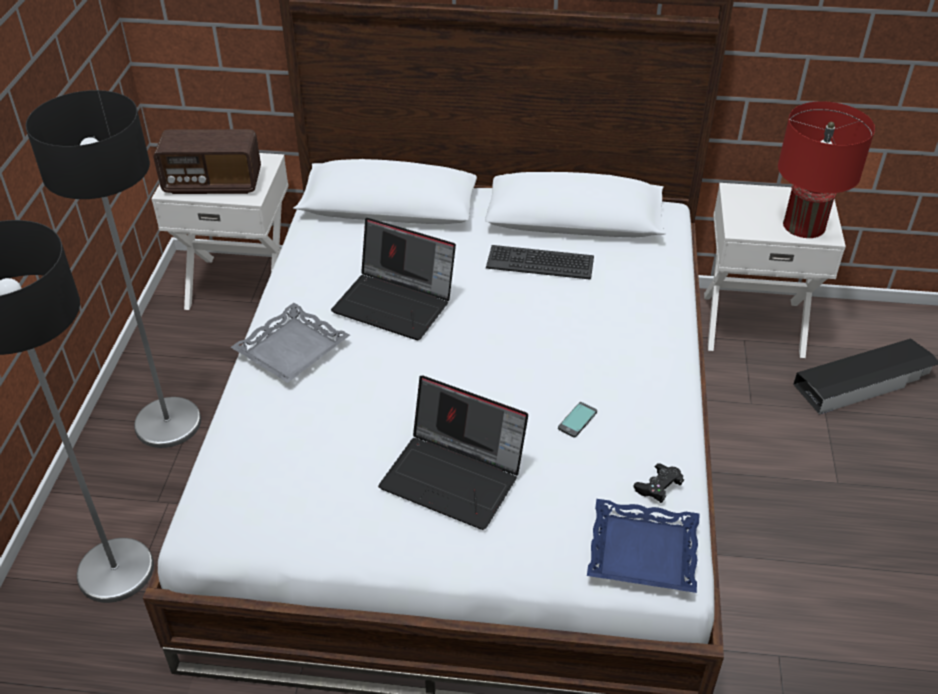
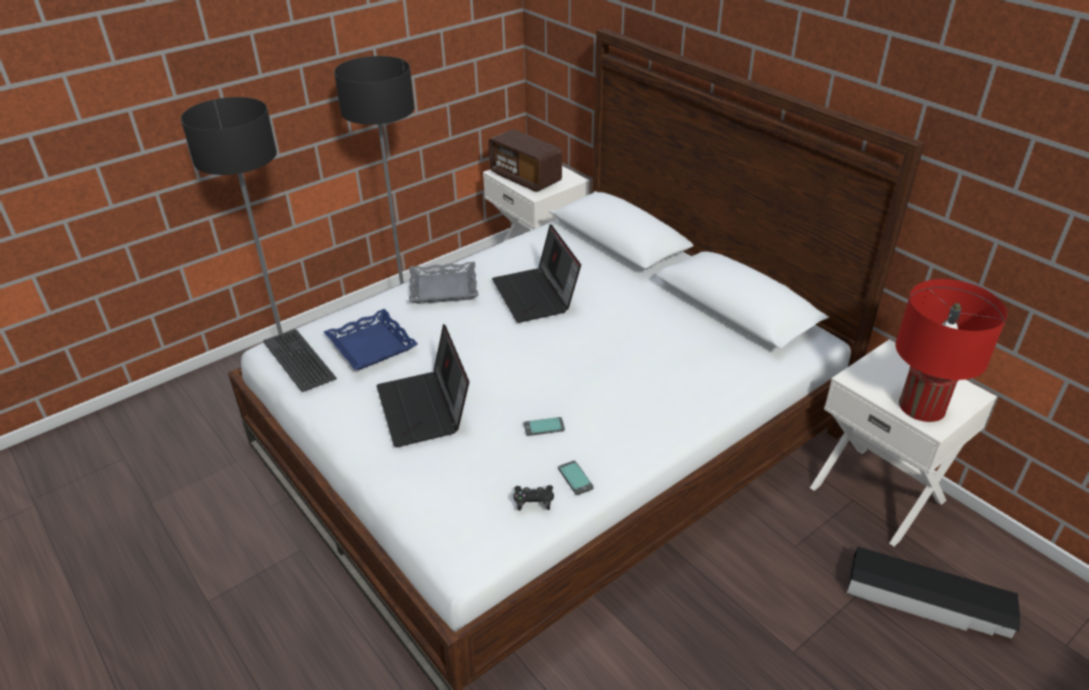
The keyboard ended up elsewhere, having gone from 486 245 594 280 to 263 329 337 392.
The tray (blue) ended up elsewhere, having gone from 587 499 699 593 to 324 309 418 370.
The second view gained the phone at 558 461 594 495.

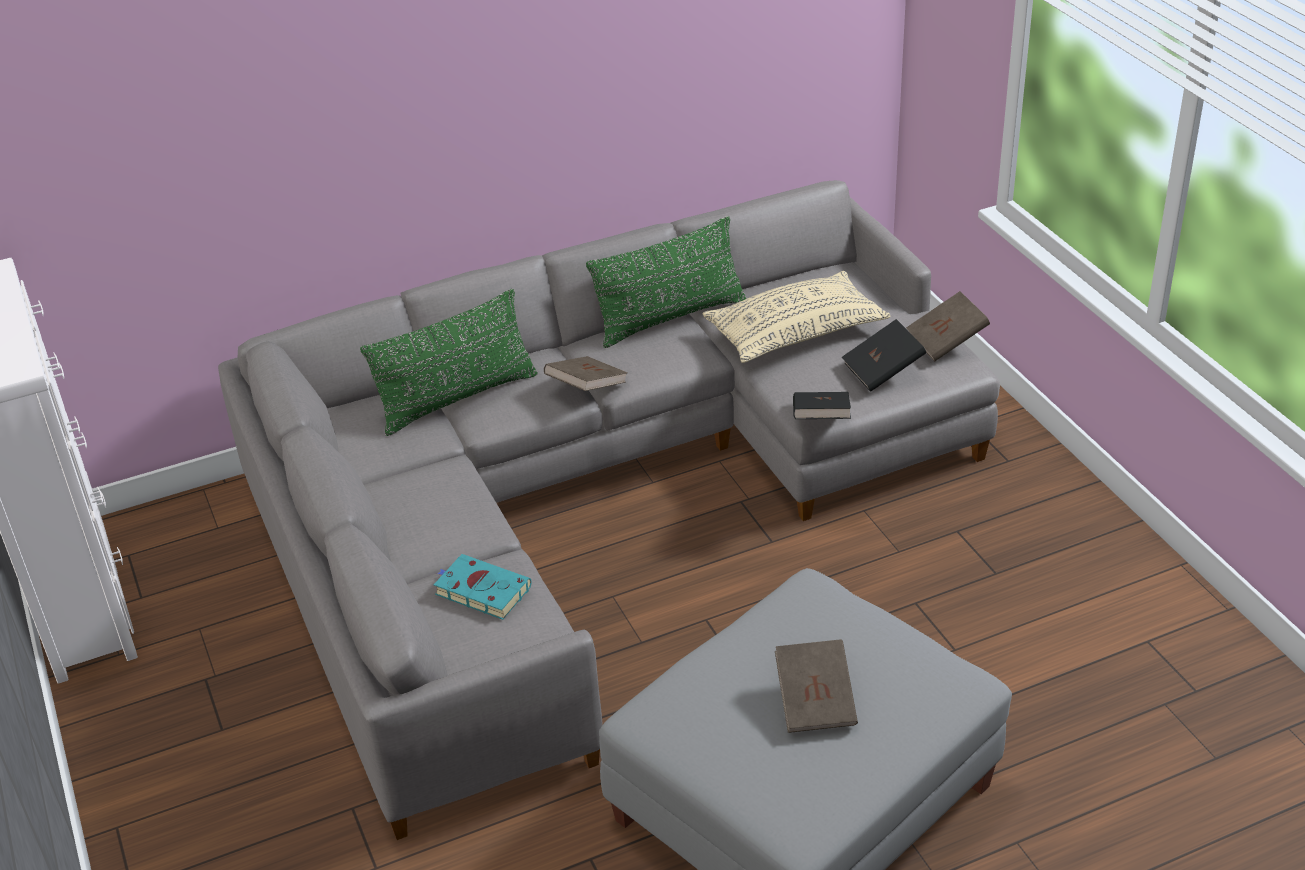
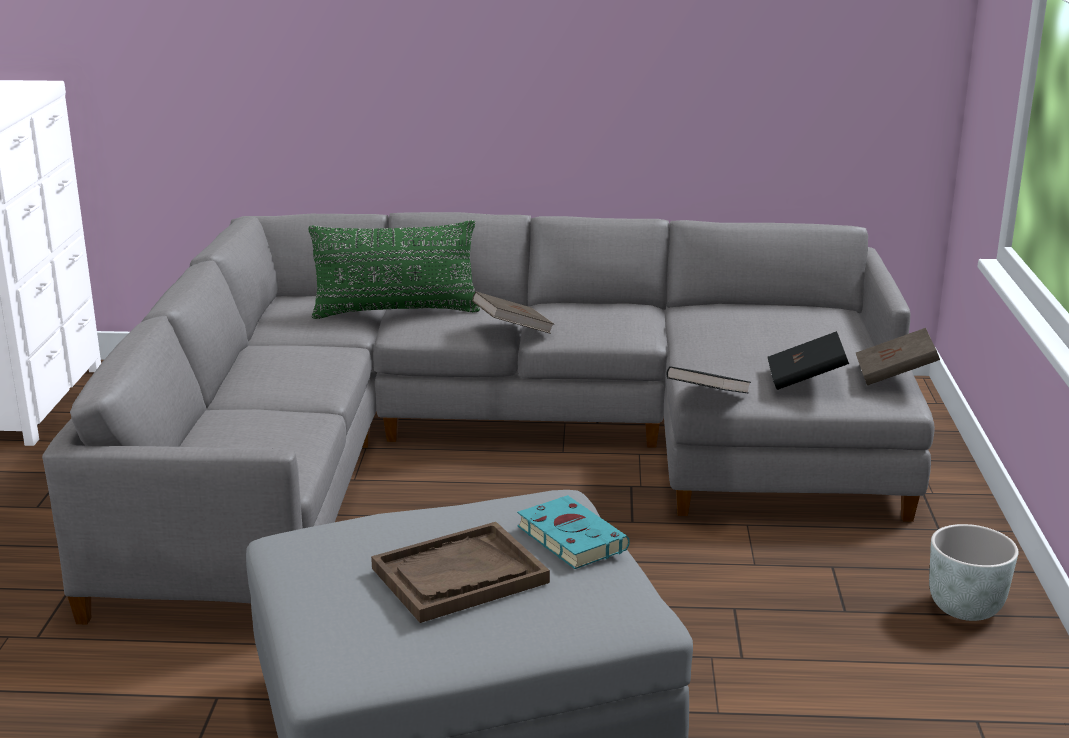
The book (turquoise) ended up elsewhere, having gone from 434 554 532 620 to 517 495 630 569.
The second view lost the pillow (green) at 586 216 746 348.
The second view lost the pillow (beige) at 703 271 890 363.
Where the book (brown) stood at 775 639 858 733, the tray (brown) came to stand at 371 522 550 623.
The second view gained the planter (grey) at 929 524 1018 621.

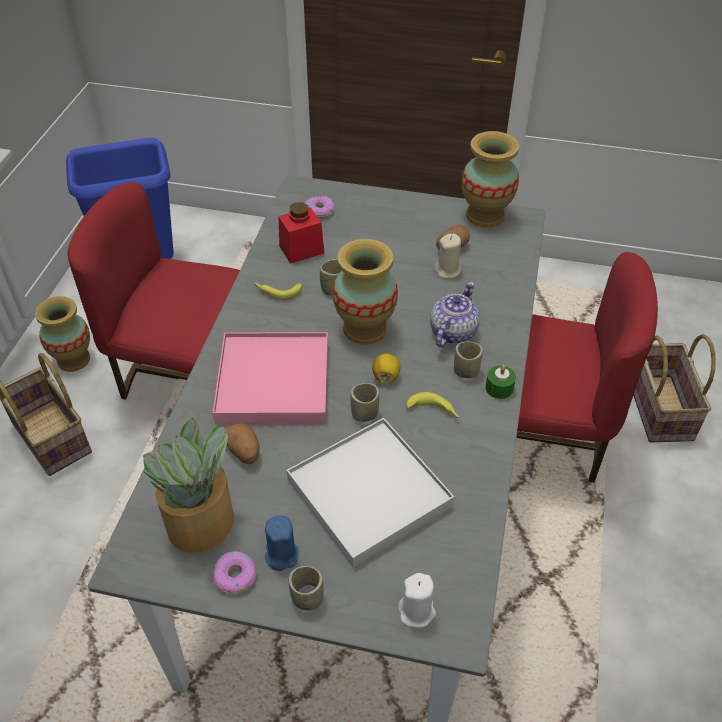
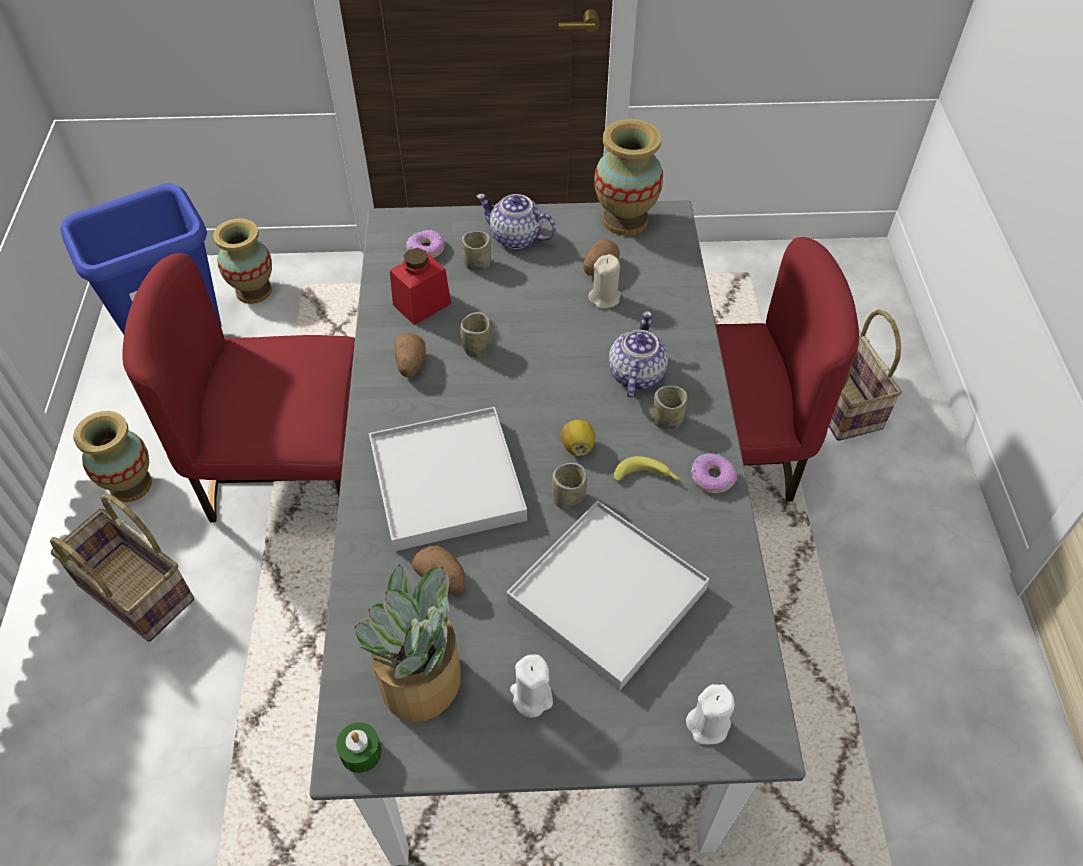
What was the tray (pink) at 213 332 328 424 turned into the tray (white) at 369 407 527 551.
The donut ended up elsewhere, having gone from 213 551 256 594 to 691 453 737 493.
Where the banana stood at 253 283 302 300, the potato came to stand at 395 333 426 377.
What was the candle (blue) at 265 515 298 571 turned into the candle (white) at 510 654 553 718.
The cup ended up elsewhere, having gone from 289 566 323 610 to 462 231 491 271.
The vase ended up elsewhere, having gone from 333 239 398 345 to 213 218 272 304.
The candle (green) ended up elsewhere, having gone from 486 365 516 399 to 336 722 382 773.
The second view gained the teapot at 476 194 556 249.

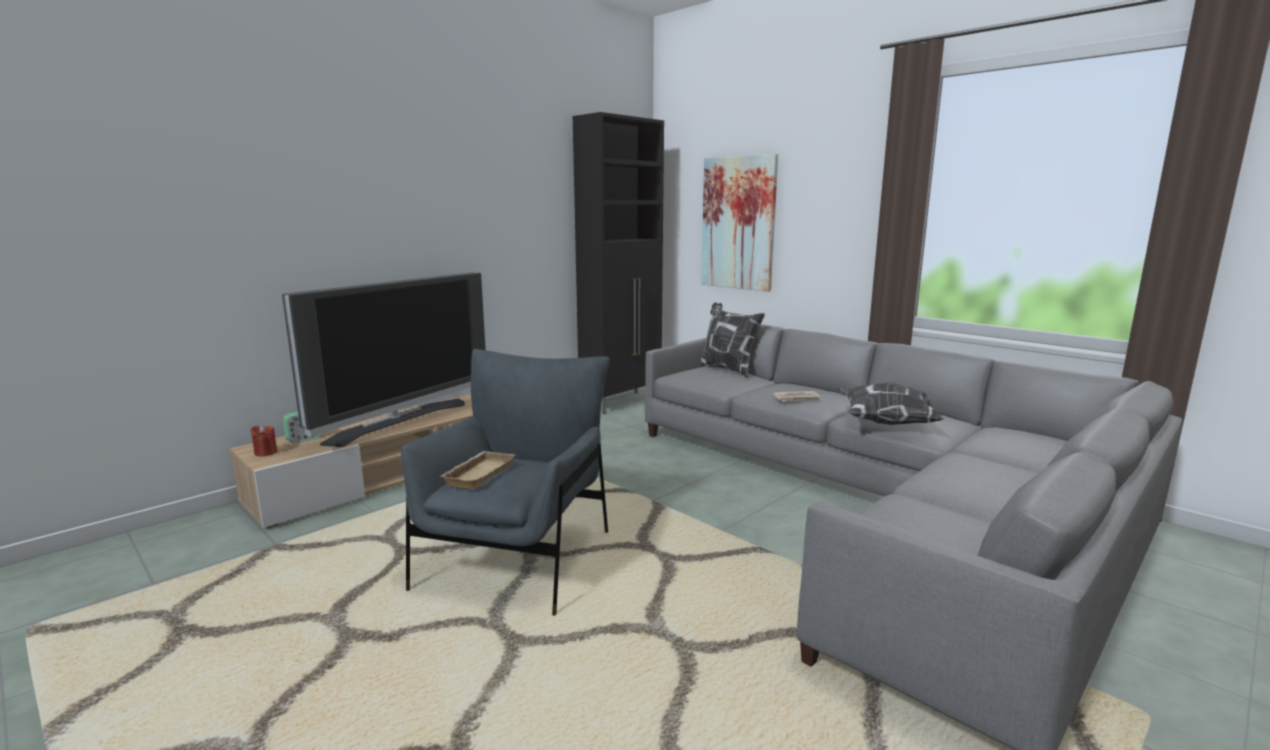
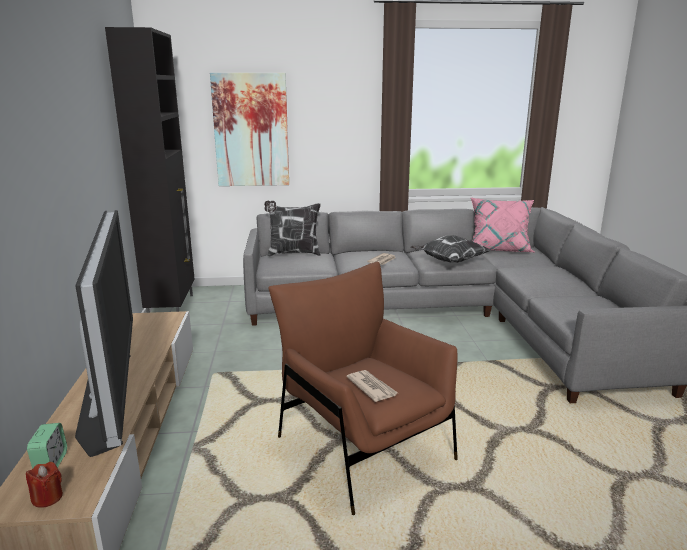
What was the armchair (grey) at 401 349 610 616 turned into the armchair (brown) at 268 261 458 515.
Where the tray (beige) stood at 441 451 515 489, the newspaper came to stand at 346 370 398 402.
The second view gained the pillow (pink) at 471 197 534 252.

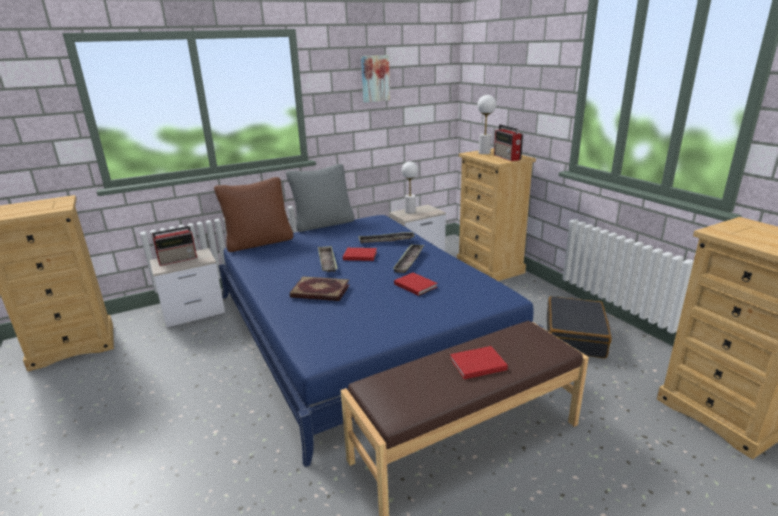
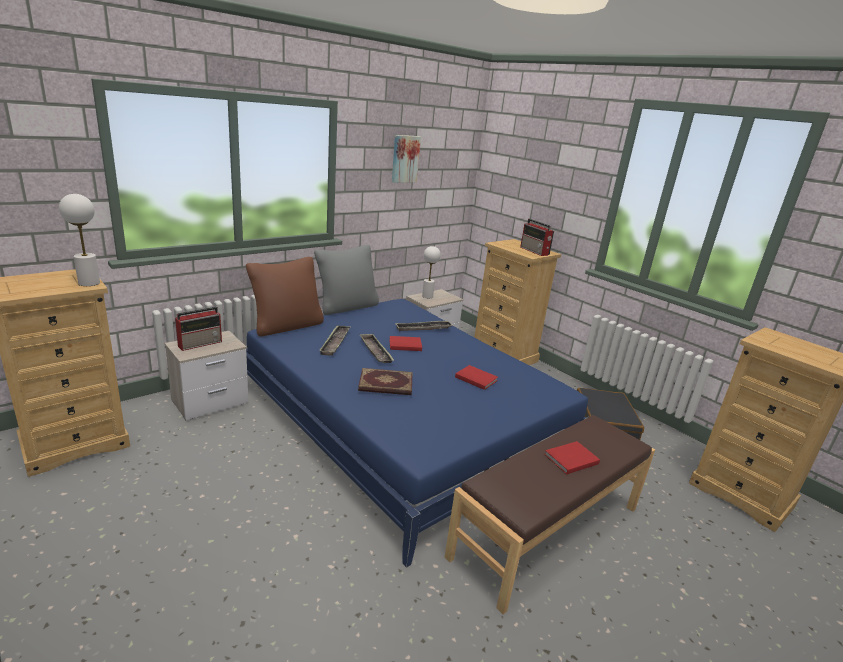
The tray ended up elsewhere, having gone from 392 244 424 273 to 319 326 350 356.
The table lamp (white) ended up elsewhere, having gone from 477 95 496 154 to 59 194 100 286.

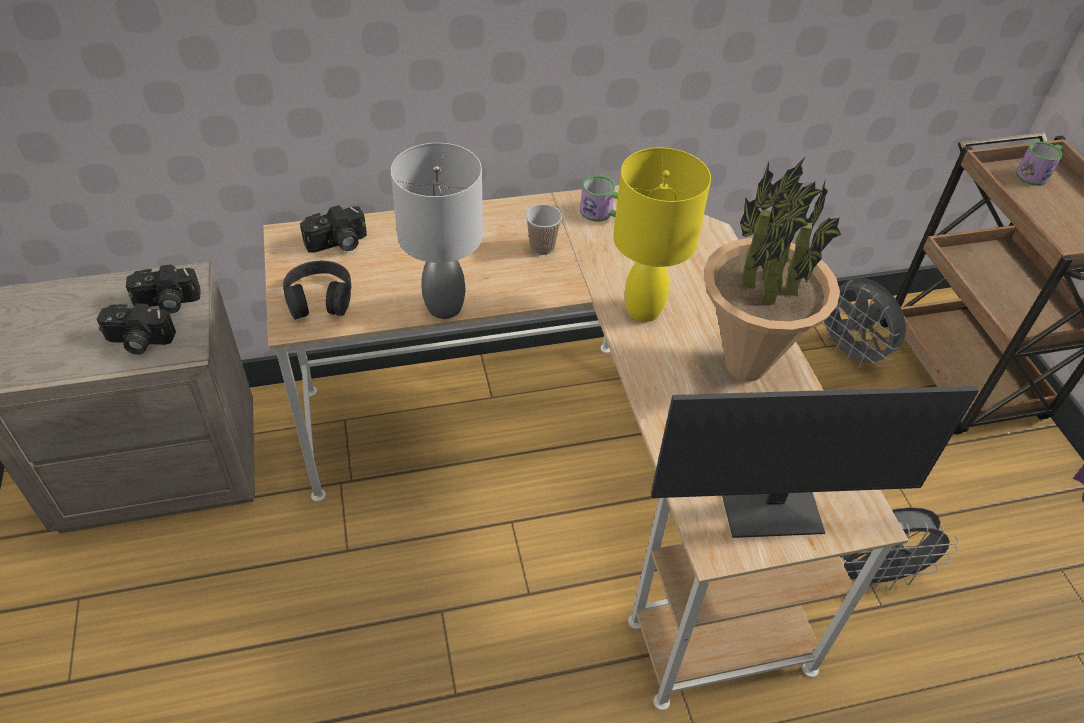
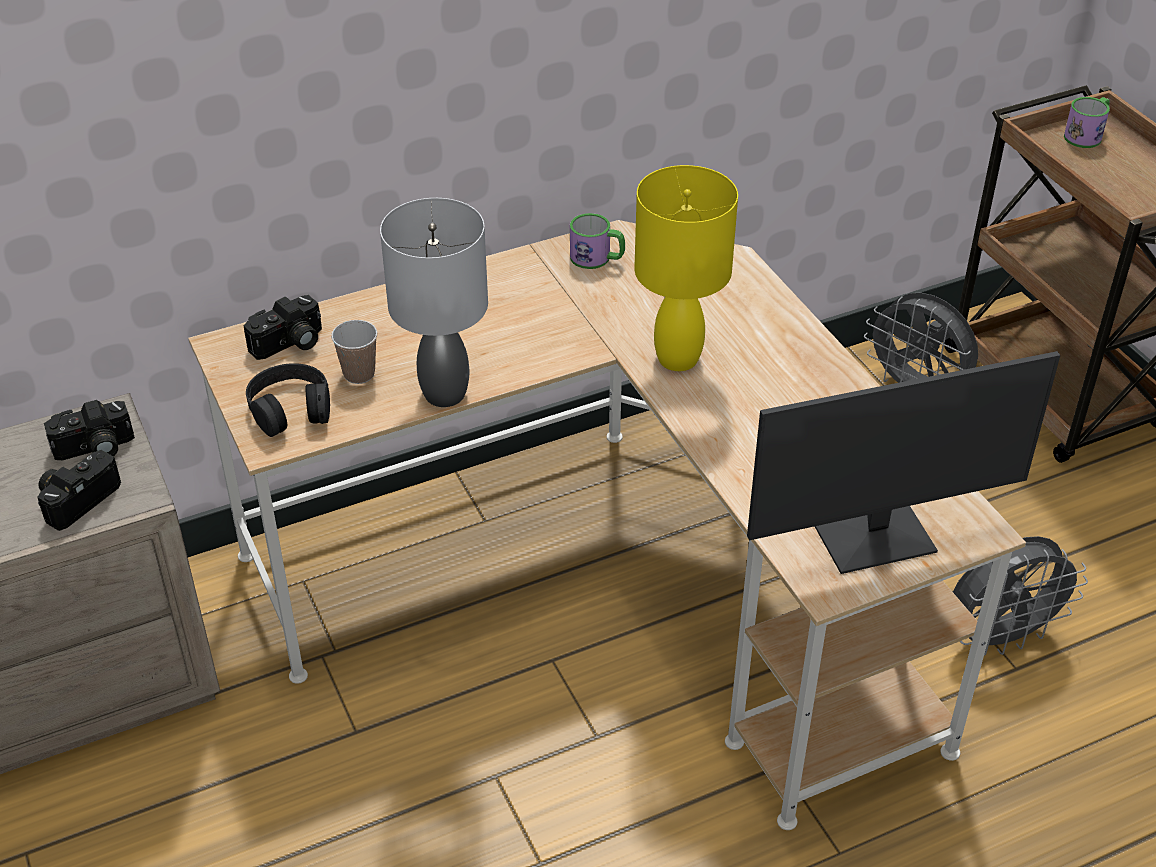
The photo camera at 97 303 176 355 ended up facing another way, 135 degrees clockwise from before.
The cup ended up elsewhere, having gone from 526 204 562 255 to 331 320 378 384.
The second view lost the potted plant at 704 156 841 381.

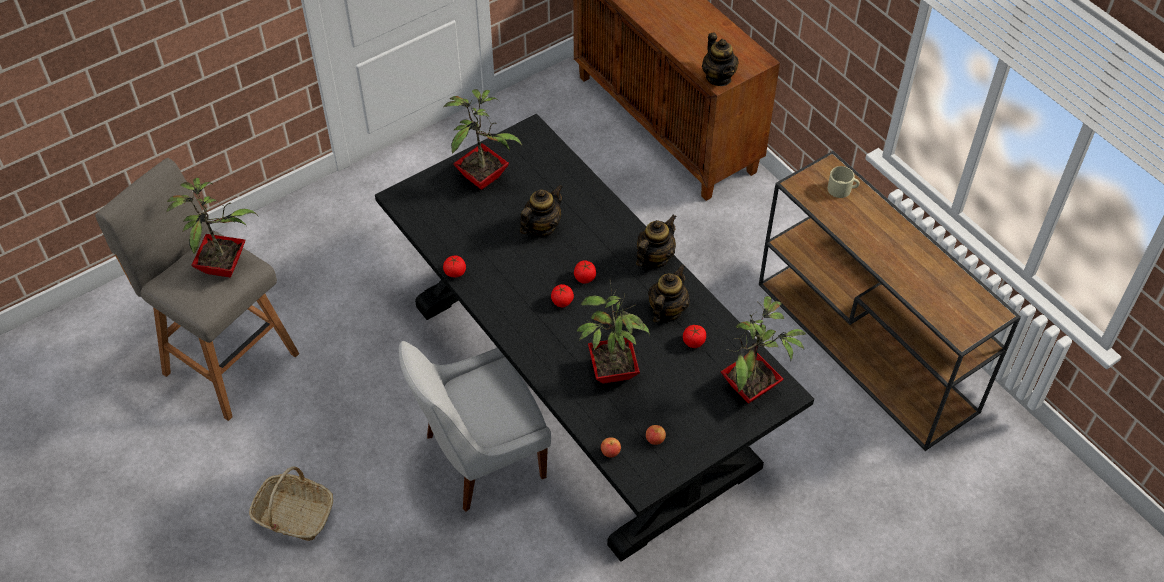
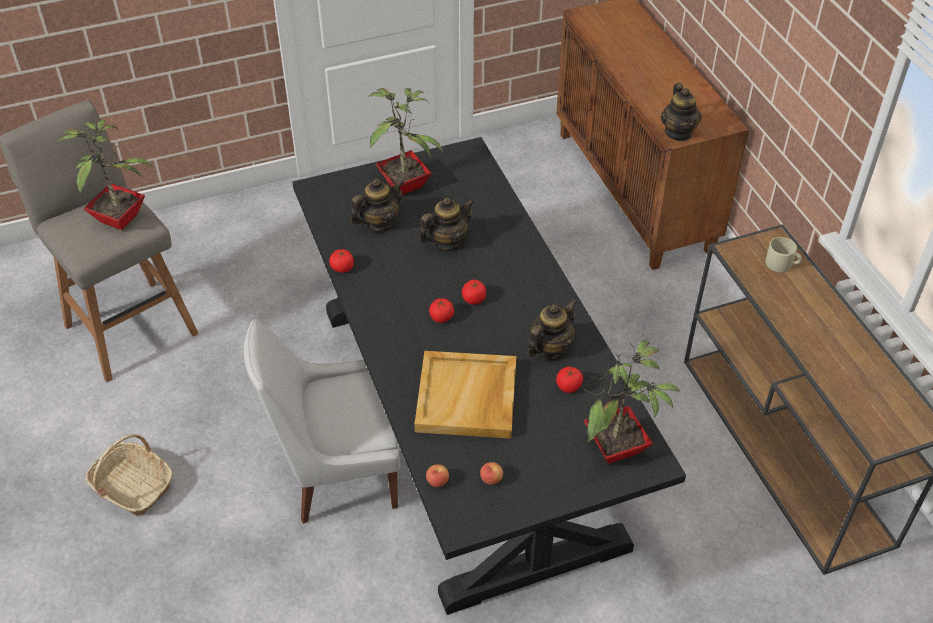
Where the potted plant stood at 577 280 650 384, the tray (beige) came to stand at 414 351 516 438.
The teapot ended up elsewhere, having gone from 636 215 676 268 to 350 179 404 232.

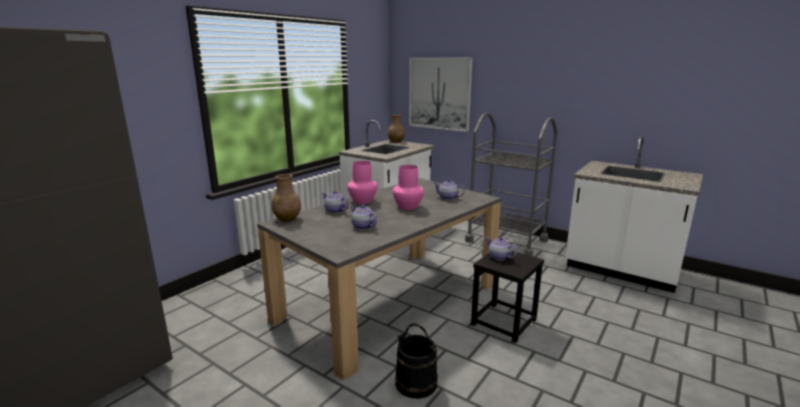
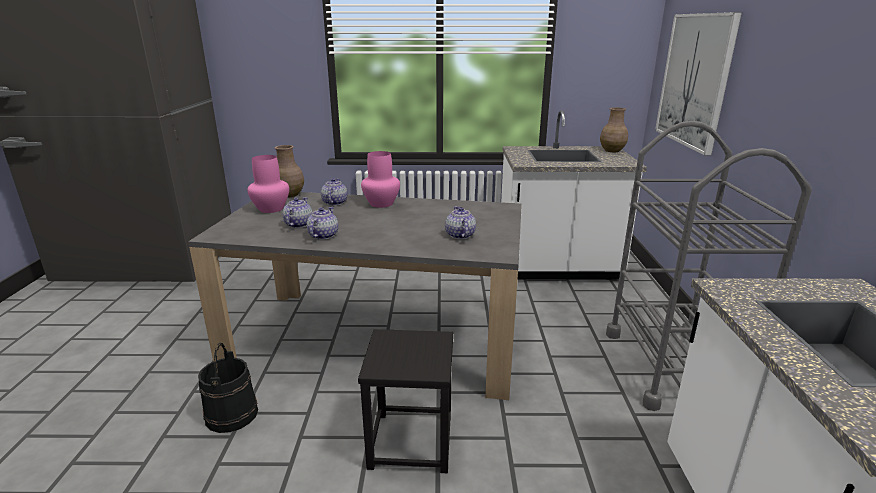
The vase (pink) ended up elsewhere, having gone from 393 165 424 210 to 247 155 289 213.
The teapot ended up elsewhere, having gone from 486 237 517 261 to 307 207 338 240.

